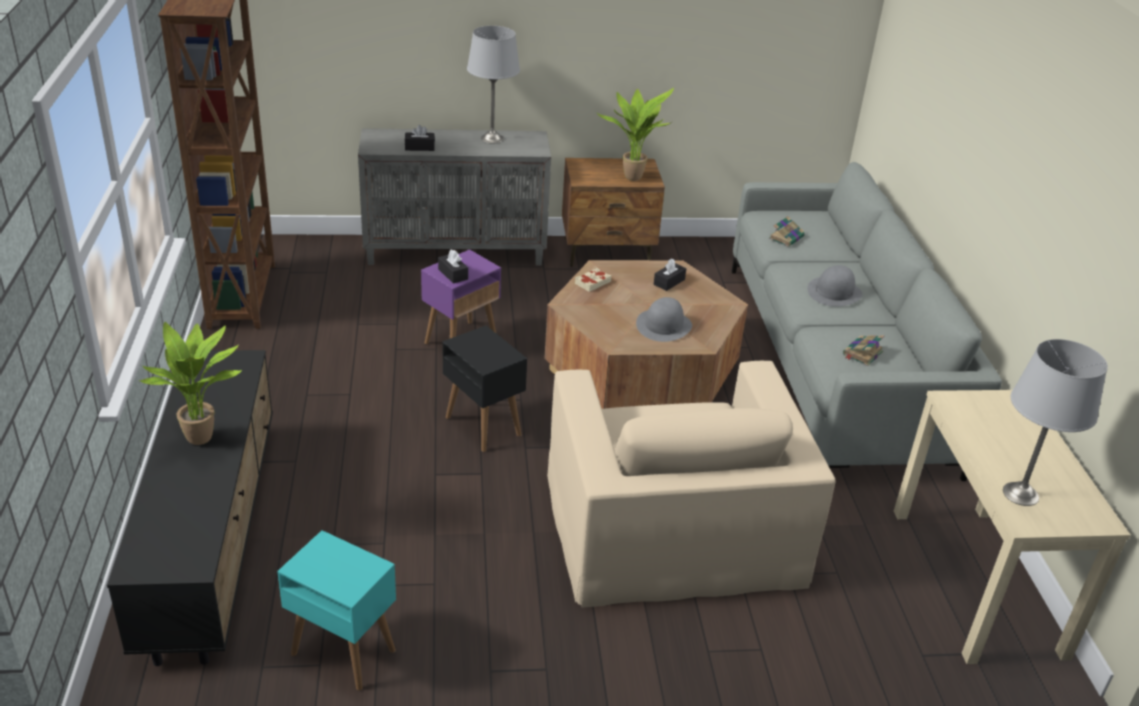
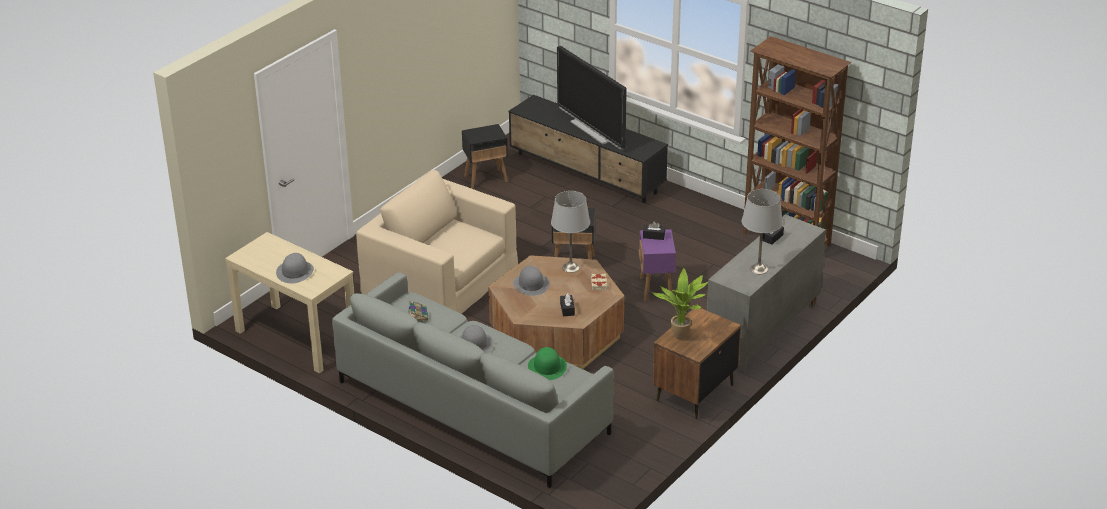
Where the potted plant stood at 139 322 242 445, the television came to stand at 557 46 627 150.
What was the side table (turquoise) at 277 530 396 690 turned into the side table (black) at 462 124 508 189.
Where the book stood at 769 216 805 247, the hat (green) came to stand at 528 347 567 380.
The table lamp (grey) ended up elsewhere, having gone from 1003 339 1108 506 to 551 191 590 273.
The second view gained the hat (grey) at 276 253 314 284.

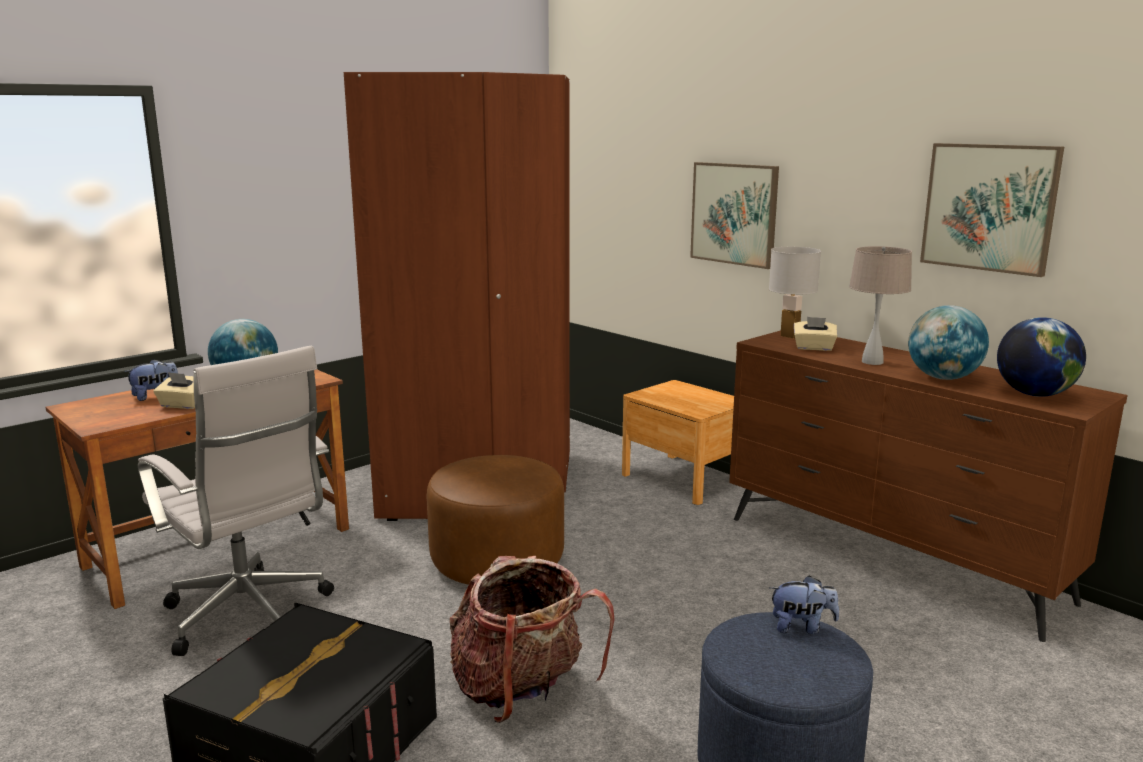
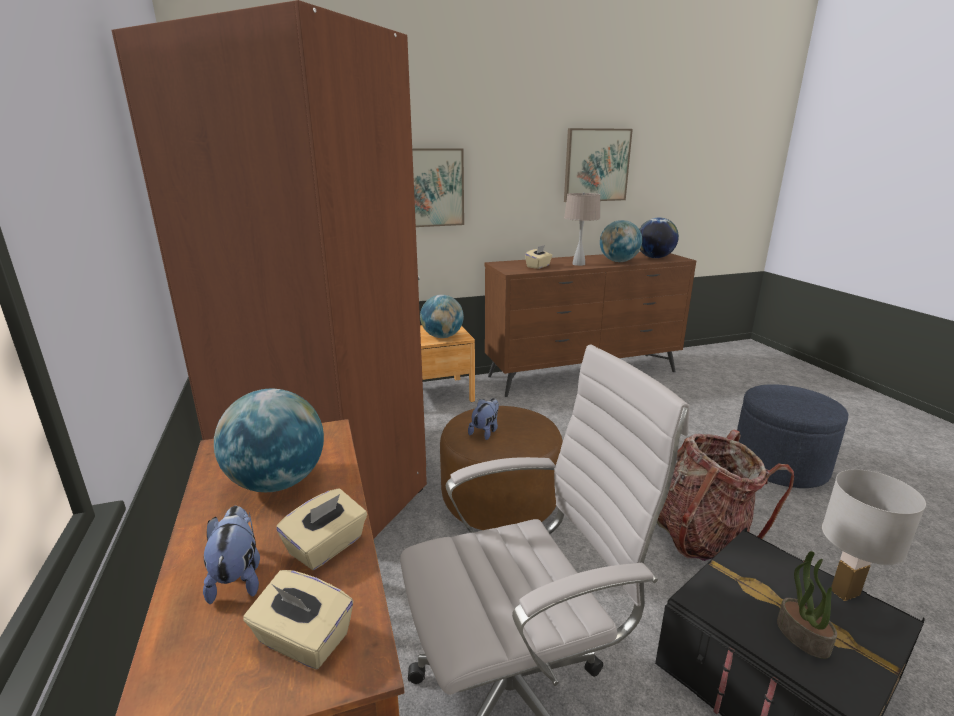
The table lamp (white) ended up elsewhere, having gone from 769 247 821 339 to 822 469 926 601.
The plush toy ended up elsewhere, having gone from 770 575 839 634 to 468 398 499 440.
The second view gained the tissue box (beige) at 243 570 353 669.
The second view gained the globe at 420 295 464 338.
The second view gained the potted plant at 777 551 837 659.

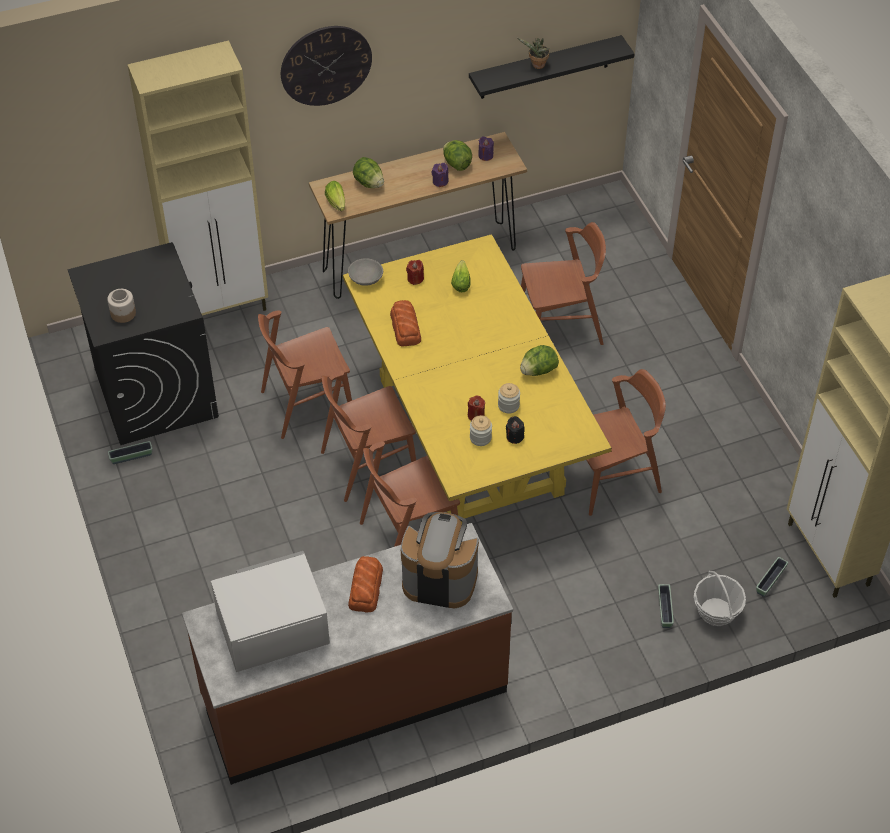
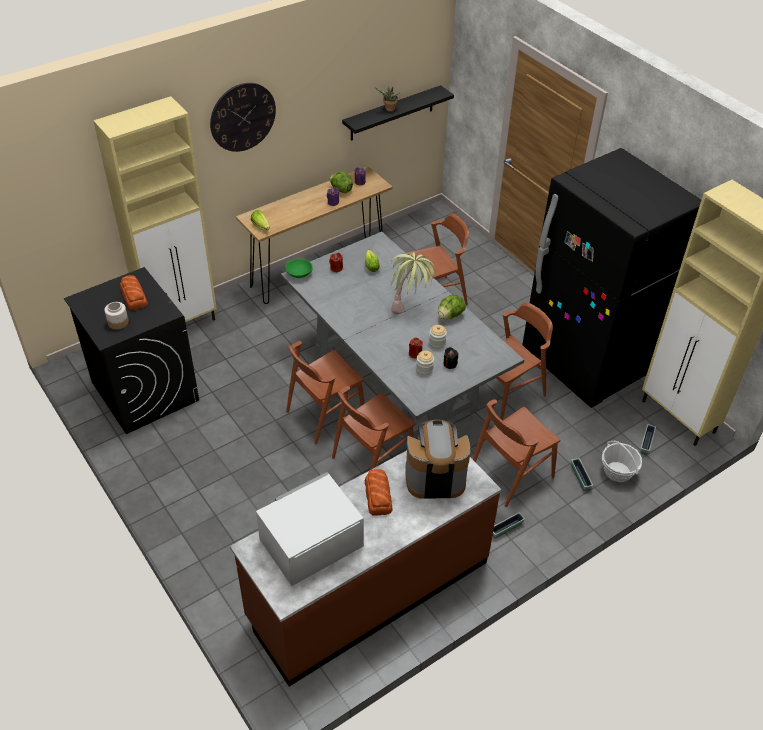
The planter ended up elsewhere, having gone from 108 441 152 464 to 492 513 525 538.
The chair (brown) ended up elsewhere, having gone from 258 310 352 439 to 473 399 560 507.
What was the dining table (yellow) at 343 234 612 524 turned into the dining table (grey) at 281 232 524 450.
What was the bowl (grey) at 348 258 383 286 turned into the bowl (green) at 285 259 313 278.
The second view lost the lettuce at 353 157 384 188.
The bread ended up elsewhere, having gone from 390 300 421 347 to 120 275 148 310.
The second view gained the potted plant at 390 253 437 315.
The second view gained the fridge (black) at 522 148 701 408.

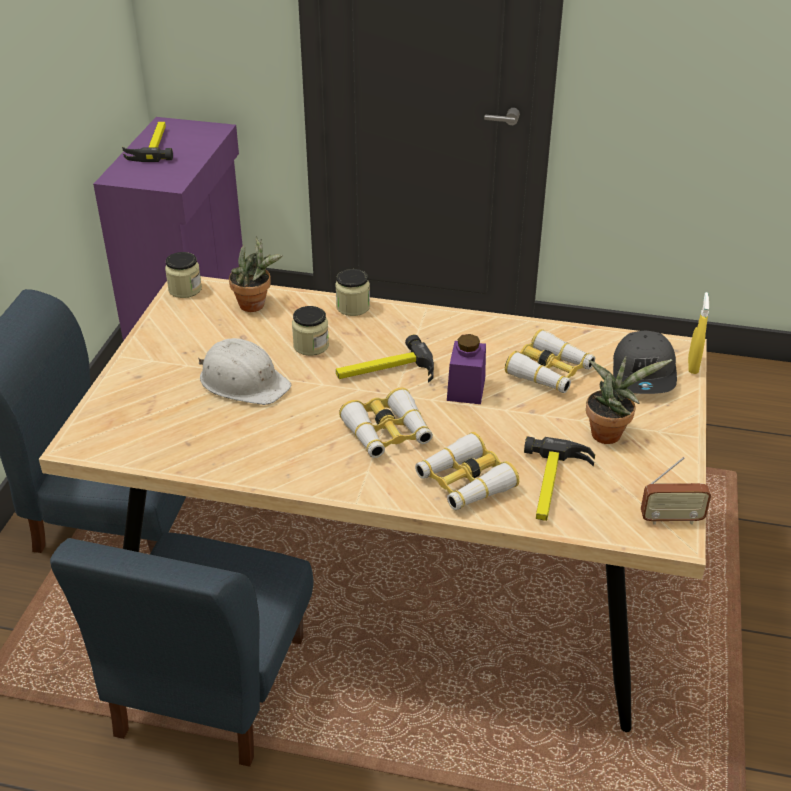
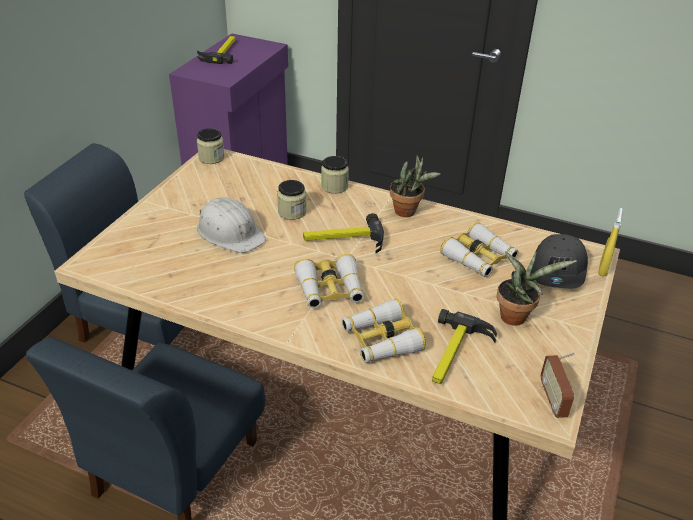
The potted plant ended up elsewhere, having gone from 229 237 283 312 to 390 155 441 217.
The second view lost the jar (purple) at 447 334 486 404.
The radio at 641 457 711 525 ended up facing another way, 75 degrees clockwise from before.

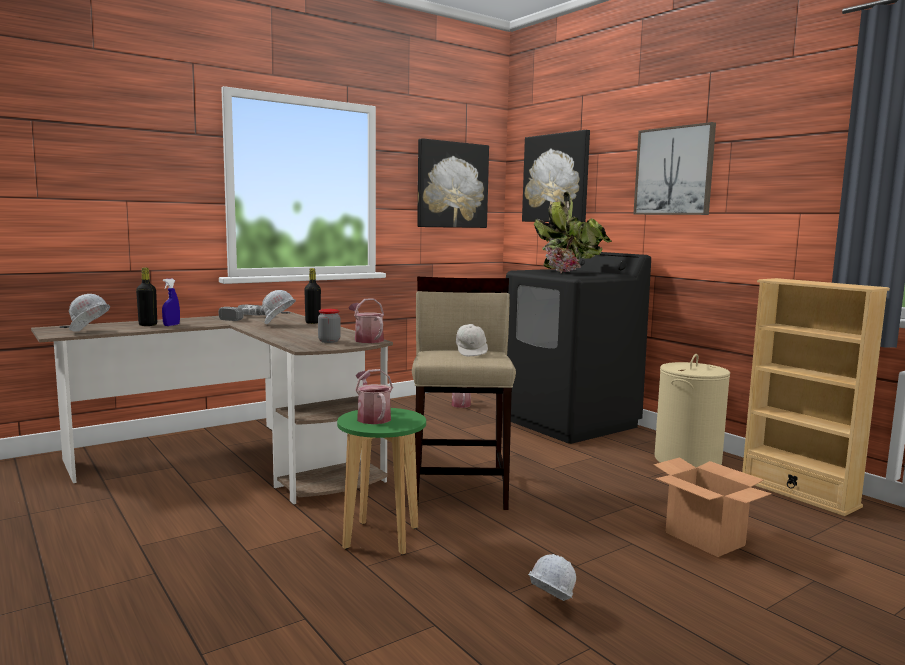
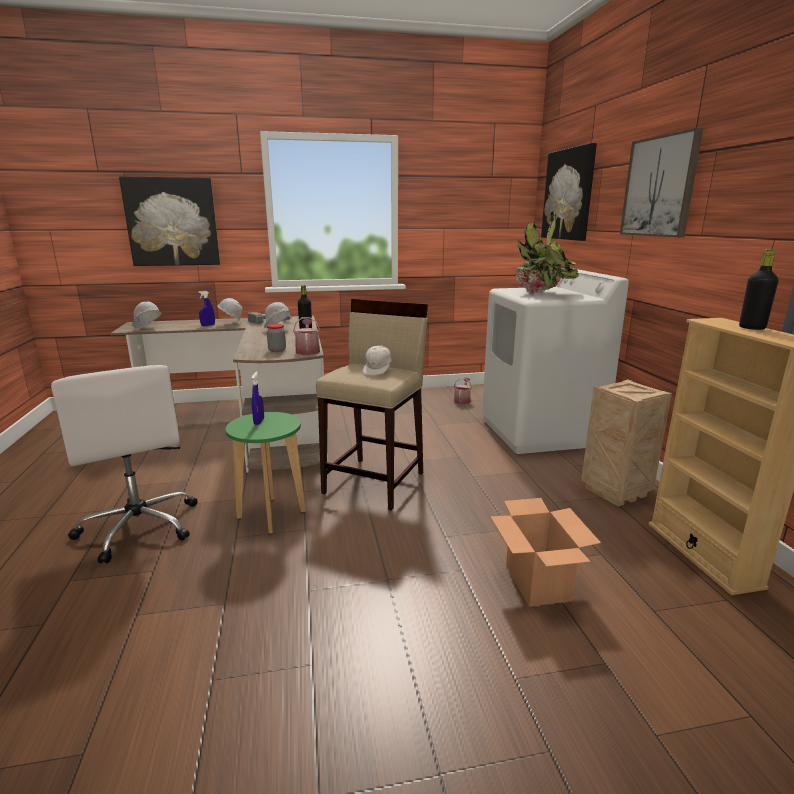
The bottle (black) ended up elsewhere, having gone from 136 268 157 326 to 739 249 778 330.
Where the watering can stood at 355 369 393 424, the spray bottle (blue) came to stand at 252 372 264 425.
The picture ended up elsewhere, having gone from 417 138 489 228 to 119 176 220 266.
What was the washing machine (black) at 506 252 651 444 turned into the washing machine (white) at 482 269 629 454.
The hard hat (white) ended up elsewhere, having gone from 528 554 576 601 to 217 298 243 323.
Where the laundry basket (beige) stood at 654 354 730 468, the crate came to stand at 581 379 672 507.
The second view gained the office chair (white) at 51 365 197 563.

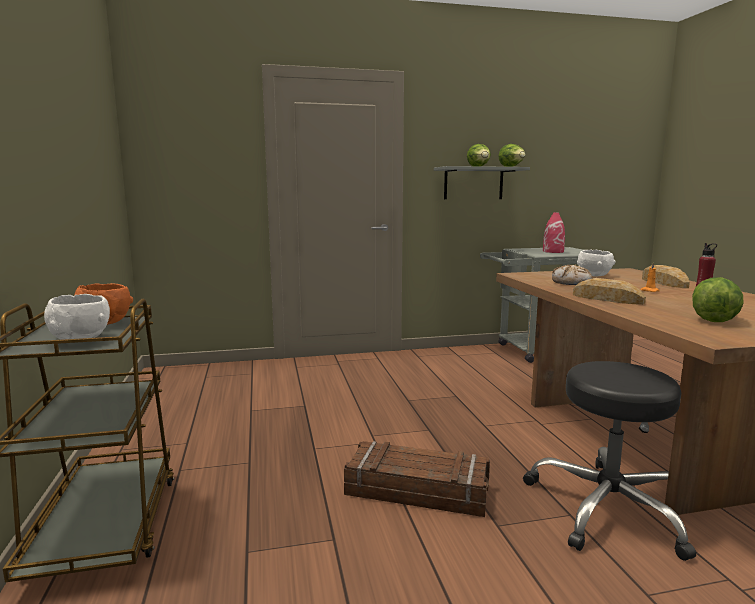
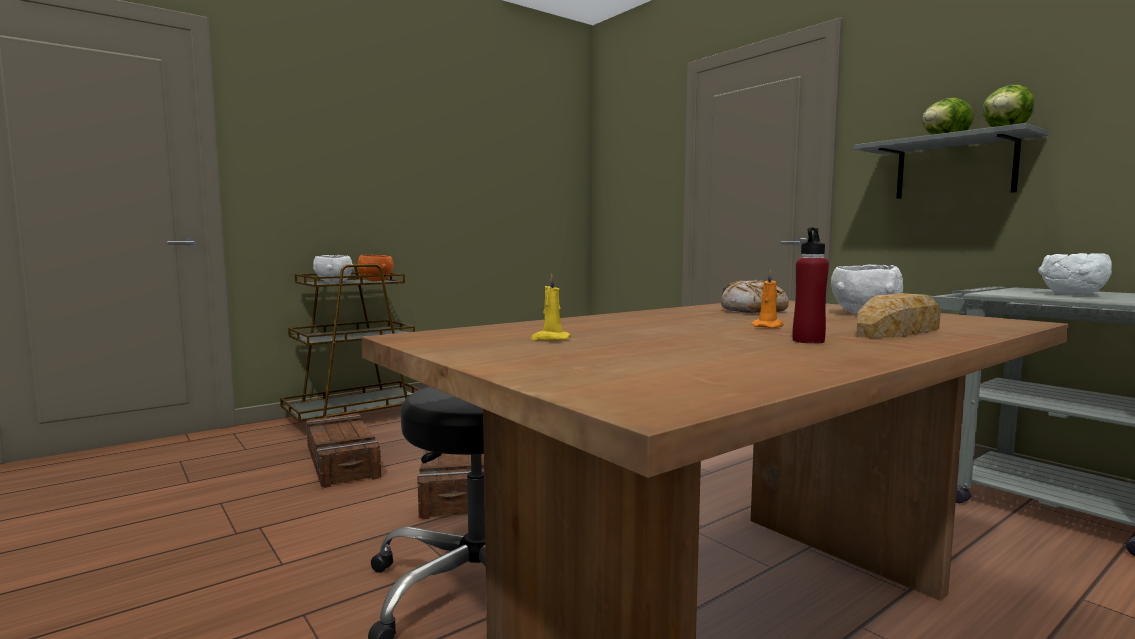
Where the vase (red) stood at 543 212 565 253, the bowl (white) came to stand at 1038 253 1112 295.
The second view lost the bread at 573 278 646 305.
Where the lettuce stood at 692 277 744 322, the candle (yellow) came to stand at 531 273 571 340.
The second view gained the crate at 306 413 381 488.

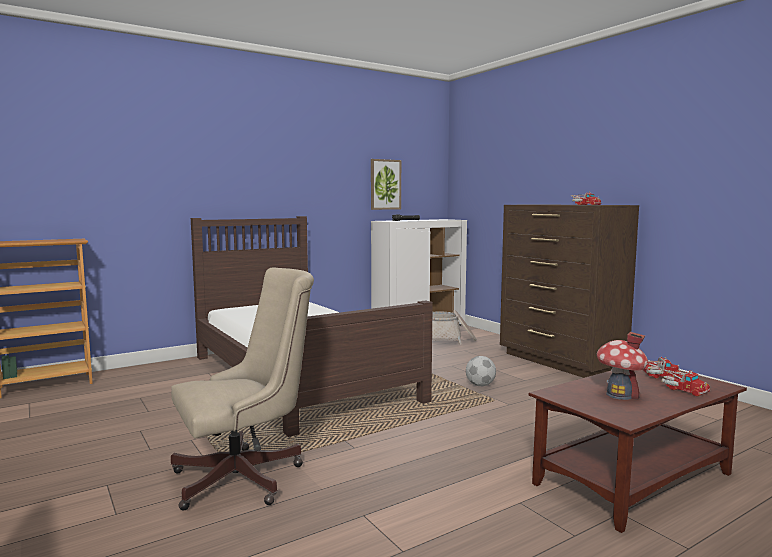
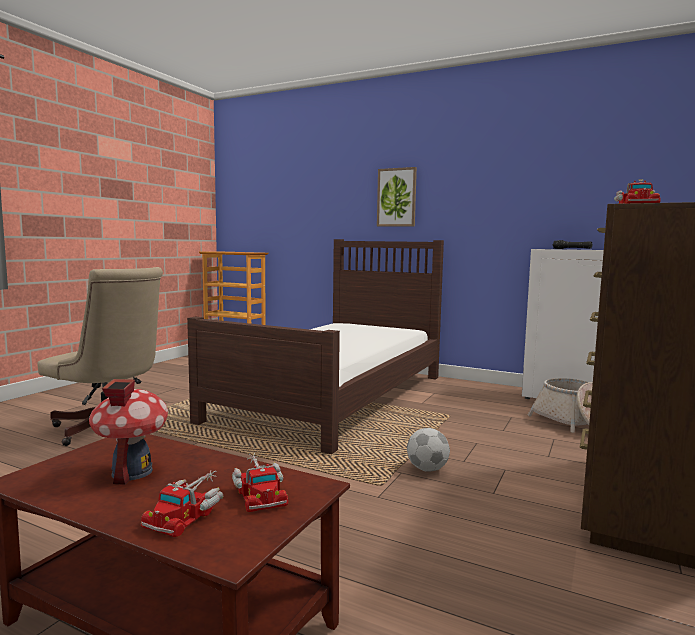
The picture ended up elsewhere, having gone from 371 159 401 210 to 377 167 417 226.

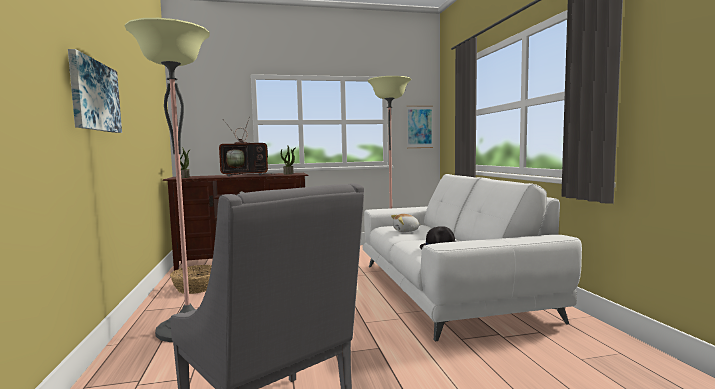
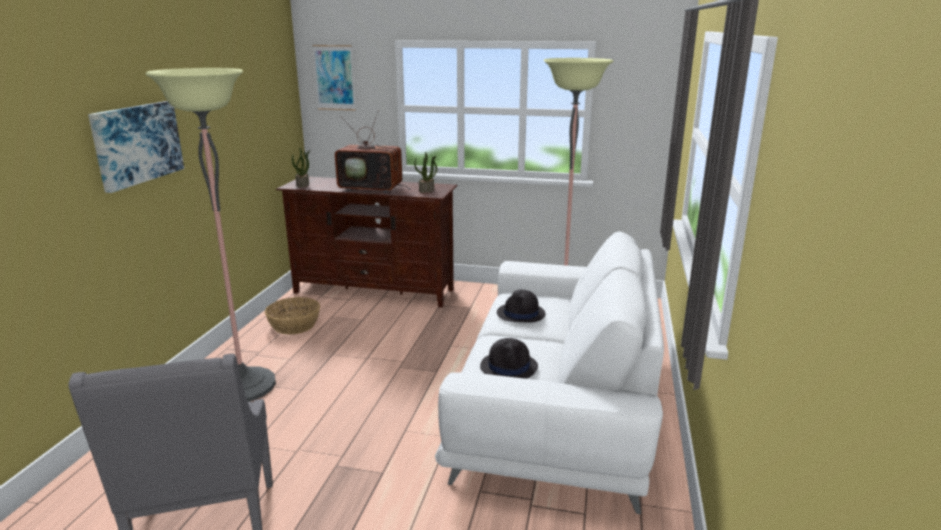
Where the plush toy stood at 391 214 421 232, the hat (black) came to stand at 497 290 546 323.
The picture ended up elsewhere, having gone from 407 106 433 148 to 312 45 356 110.

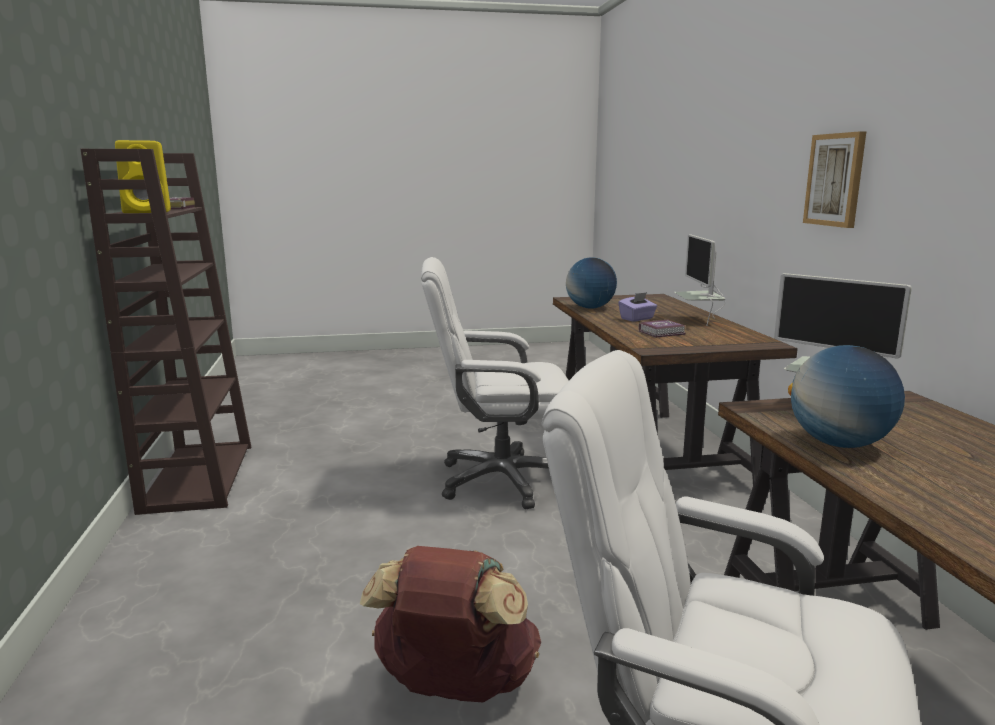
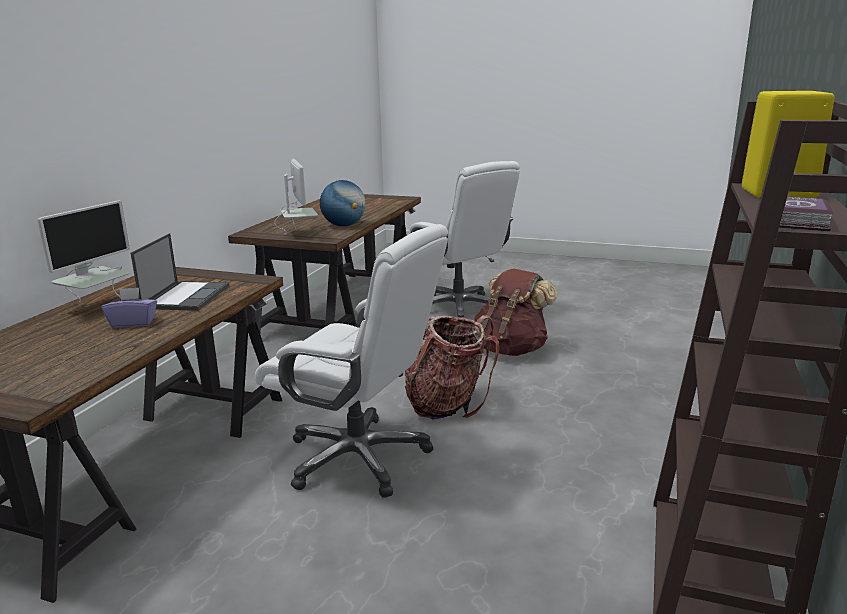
The second view lost the globe at 566 257 617 309.
Where the book stood at 639 319 686 338, the laptop came to stand at 131 233 230 311.
The second view lost the picture at 803 131 866 228.
The second view gained the backpack at 405 315 499 420.

